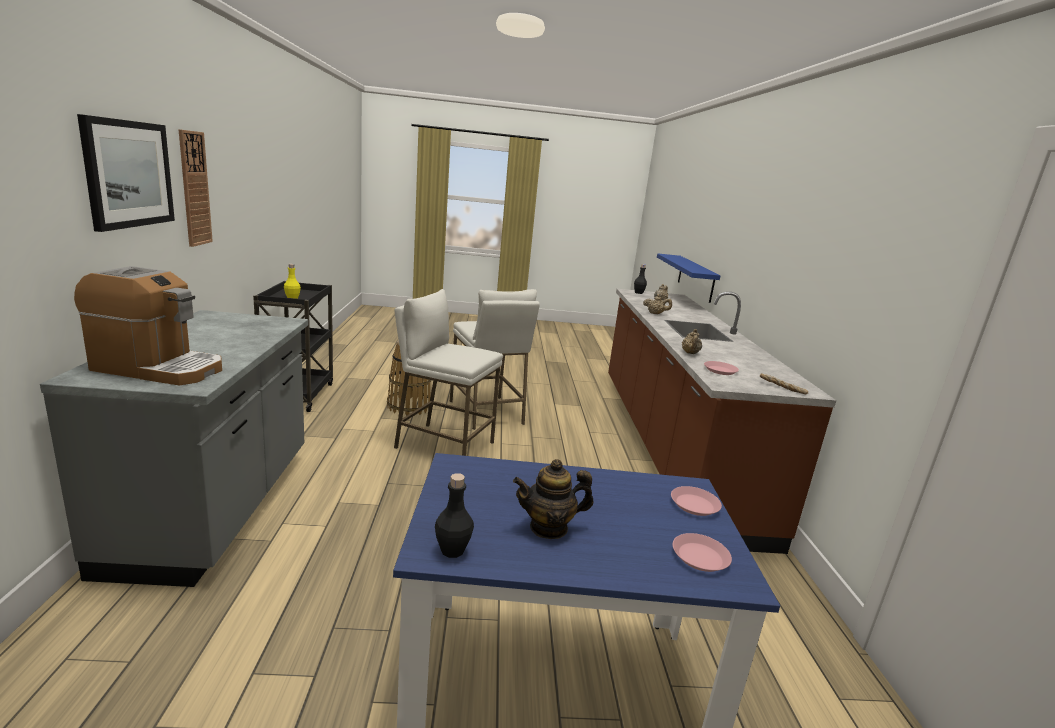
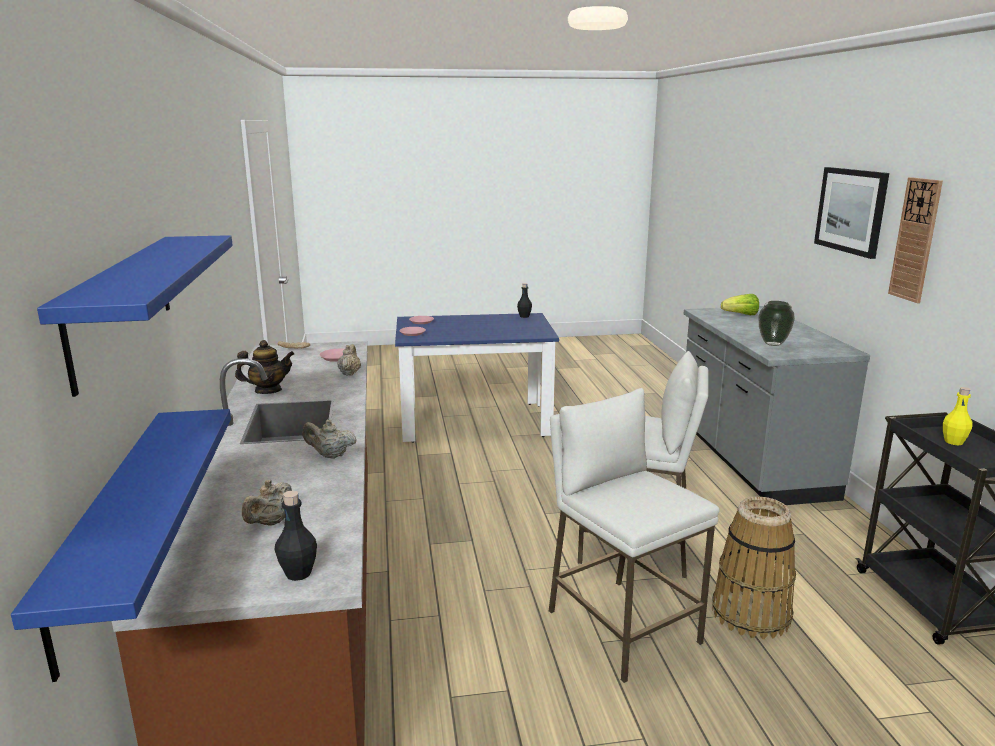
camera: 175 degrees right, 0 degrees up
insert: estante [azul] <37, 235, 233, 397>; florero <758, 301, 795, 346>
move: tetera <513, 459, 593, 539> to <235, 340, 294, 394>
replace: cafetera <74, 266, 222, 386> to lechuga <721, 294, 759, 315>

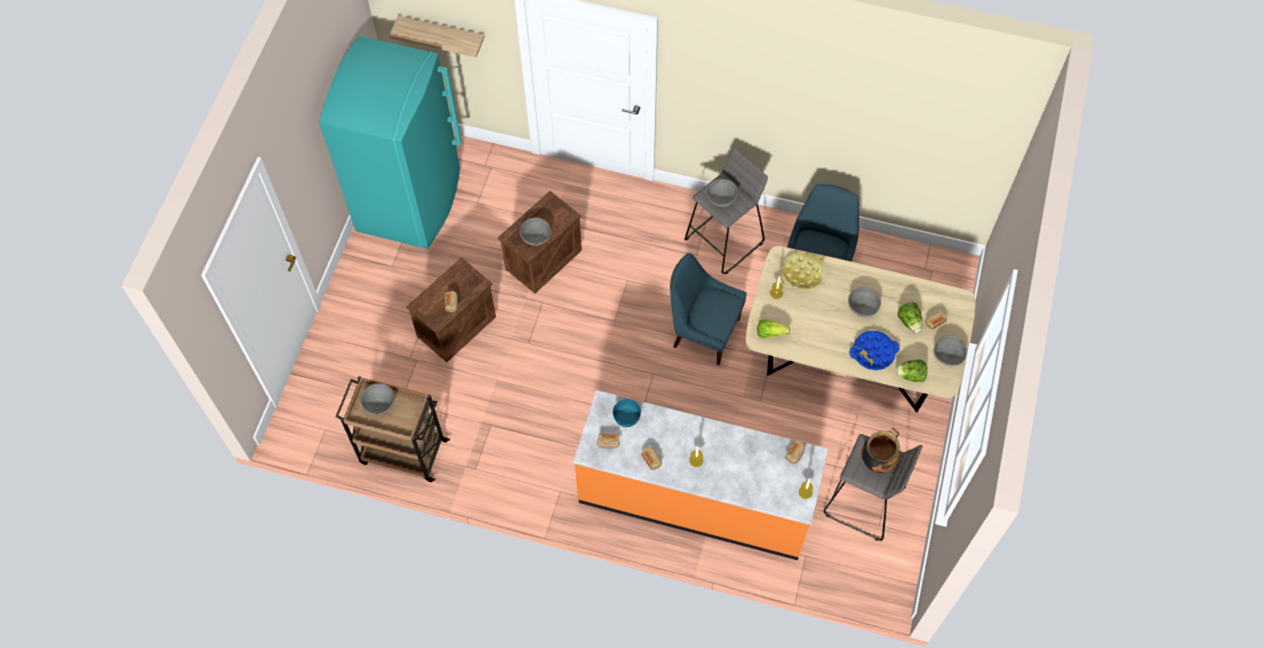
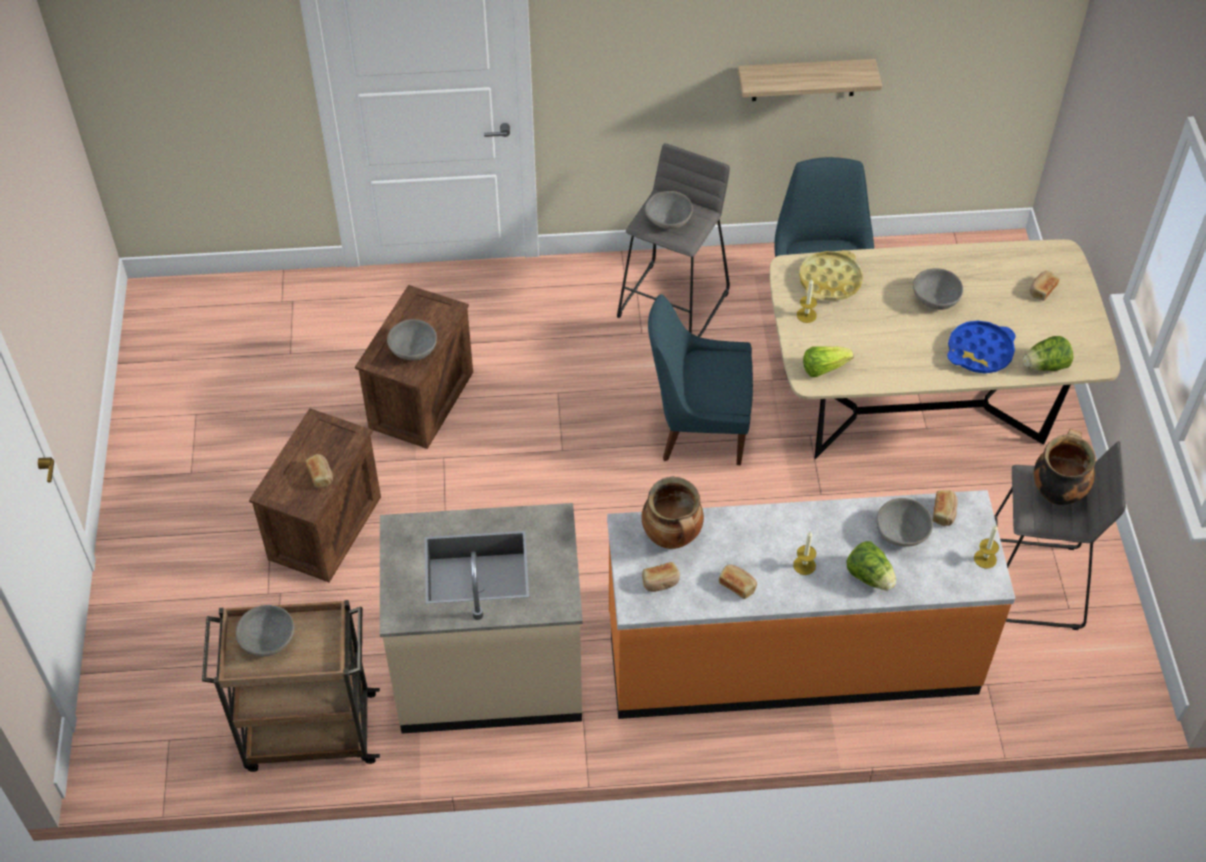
camera: 20 degrees left, 10 degrees down
delete: nevera [turquesa] <319, 36, 462, 249>
insert: mueble bajo de cocina [beis] <380, 503, 583, 734>
move: estante <389, 16, 485, 57> to <738, 59, 882, 101>; lechuga <898, 302, 922, 333> to <847, 541, 896, 590>; cuenco [gris] <934, 335, 967, 366> to <876, 498, 933, 546>
replace: cuenco [turquesa] <613, 399, 641, 427> to olla <641, 477, 704, 549>

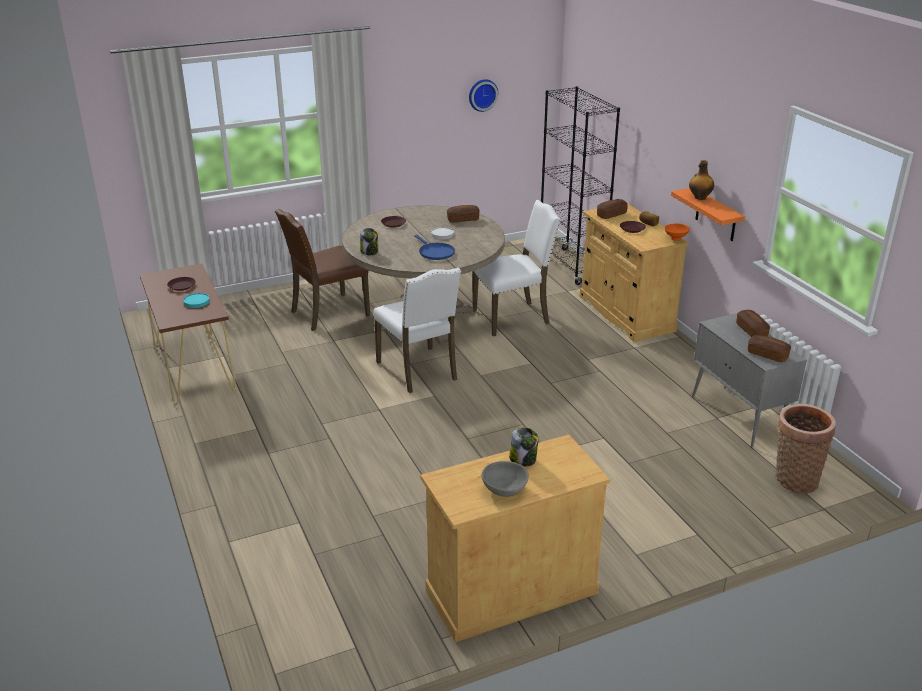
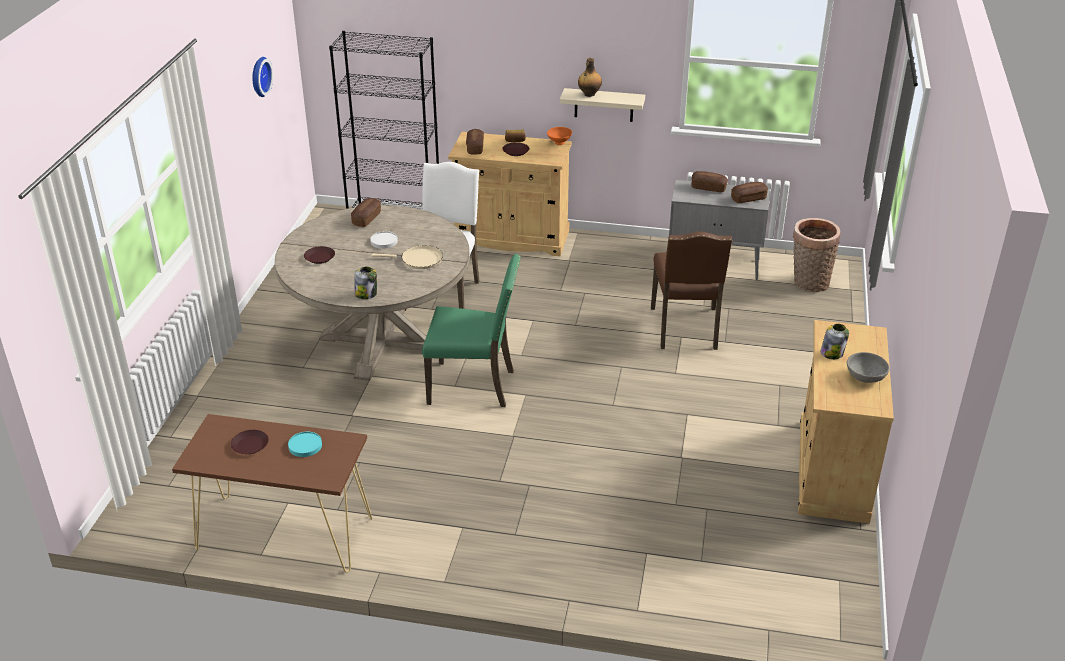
camera: 55 degrees left, 5 degrees up
move: silla [marrón] <275, 209, 370, 331> to <651, 232, 732, 350>
recolor: silla [blanco] <373, 268, 461, 393> to silla [verde] <422, 254, 521, 407>; sartén [azul] <415, 235, 455, 260> to sartén [beis] <371, 245, 443, 269>; estante [naranja] <671, 188, 745, 241> to estante [beis] <560, 88, 645, 122>

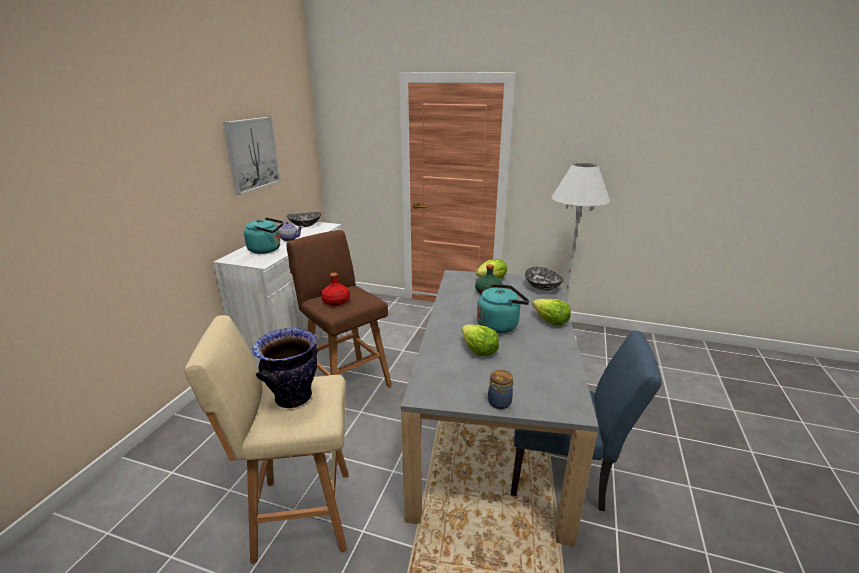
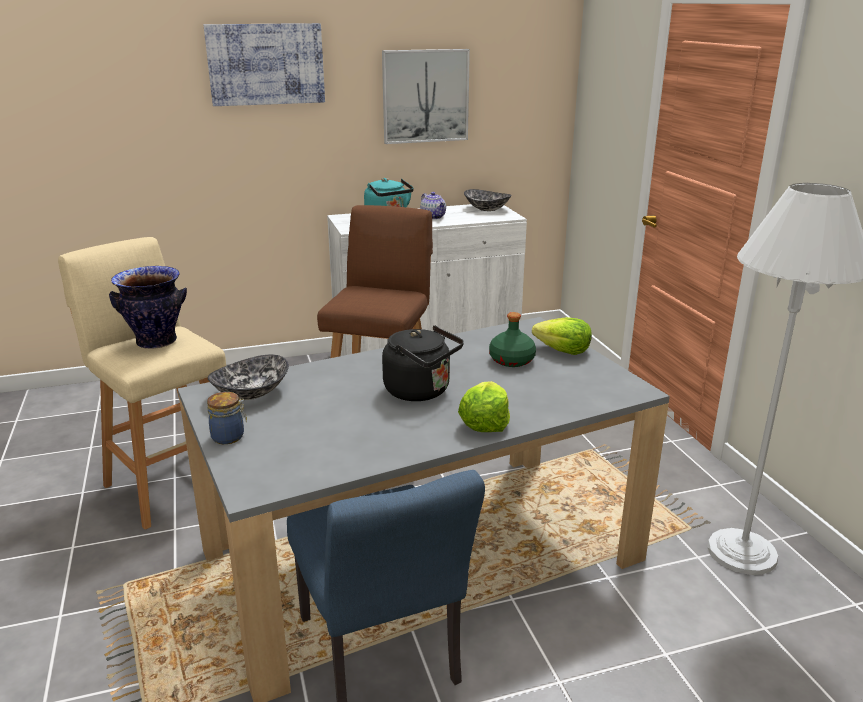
camera: 55 degrees right, 0 degrees up
delete: botella [rojo] <321, 273, 350, 306>; lechuga <462, 325, 499, 356>
insert: cuadro <204, 23, 325, 106>
move: cuenco <525, 267, 564, 291> to <208, 355, 289, 400>
recolor: hervidor [turquesa] <477, 284, 529, 333> to hervidor [negro] <382, 325, 464, 401>

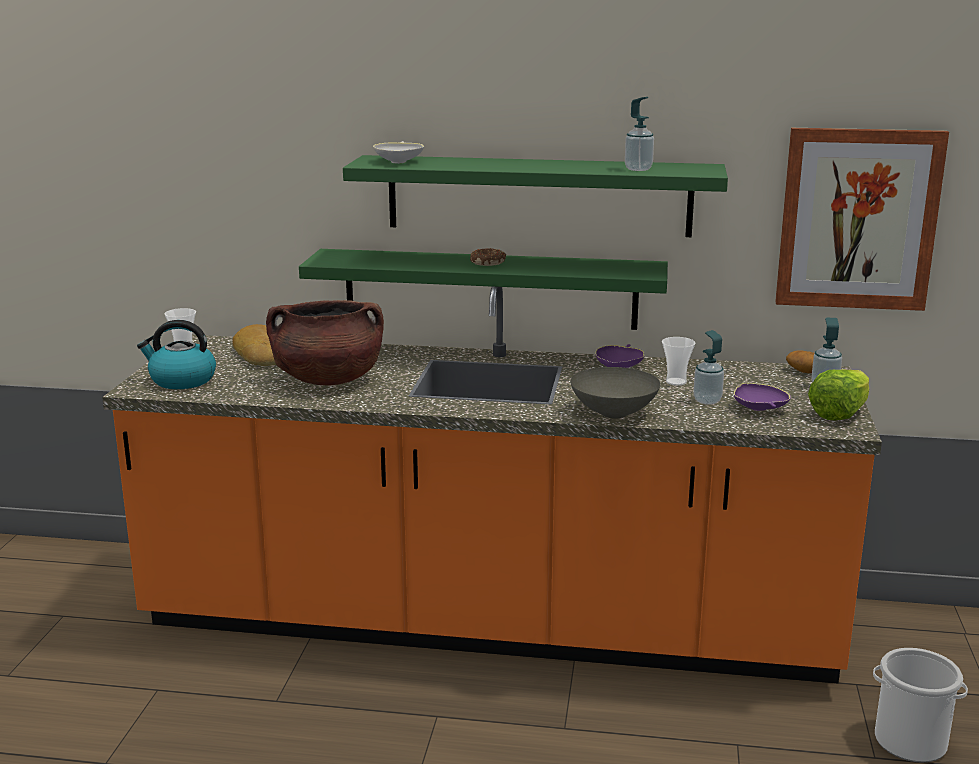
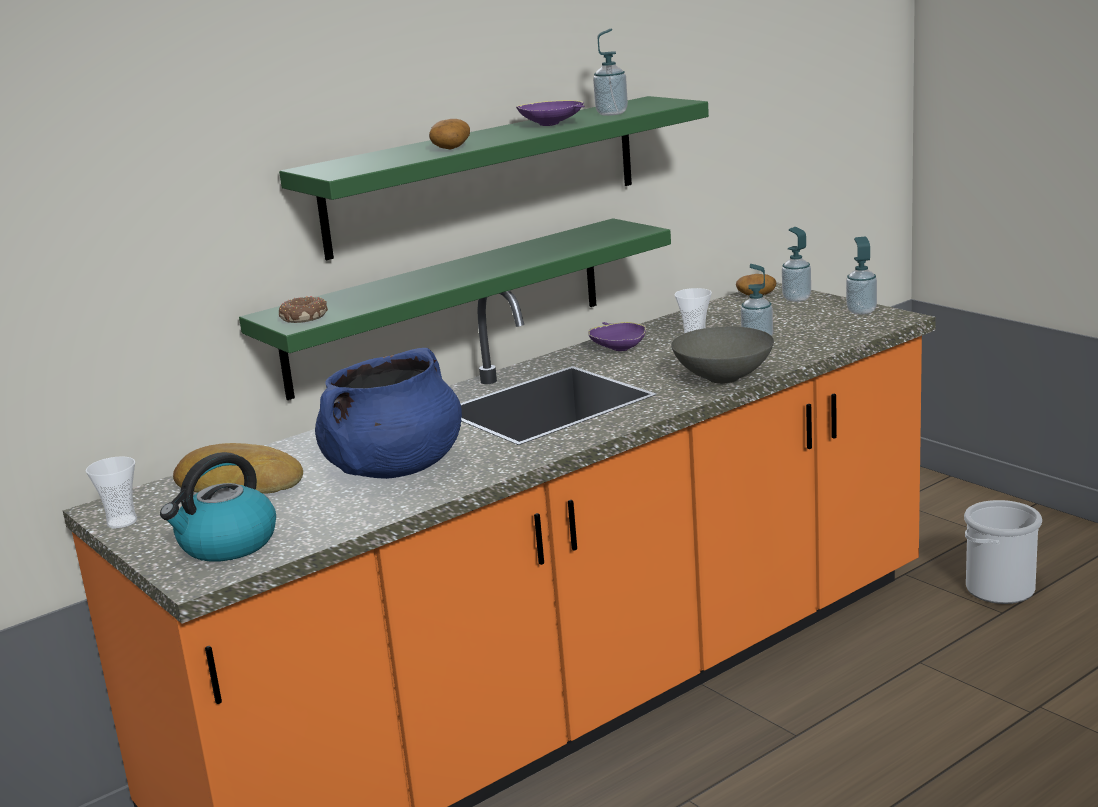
camera: 45 degrees left, 0 degrees up
delete: cuenco [blanco] <373, 141, 424, 164>; cuadro <775, 128, 949, 311>
insert: patata <429, 119, 470, 150>
move: rosquilla <470, 248, 506, 266> to <279, 296, 328, 323>; cuenco [morado] <734, 383, 790, 411> to <516, 100, 585, 126>
replace: lechuga <808, 370, 869, 420> to dispensador de jabón <846, 237, 877, 315>
recolor: olla [marrón] <266, 300, 384, 385> to olla [azul] <315, 348, 462, 479>

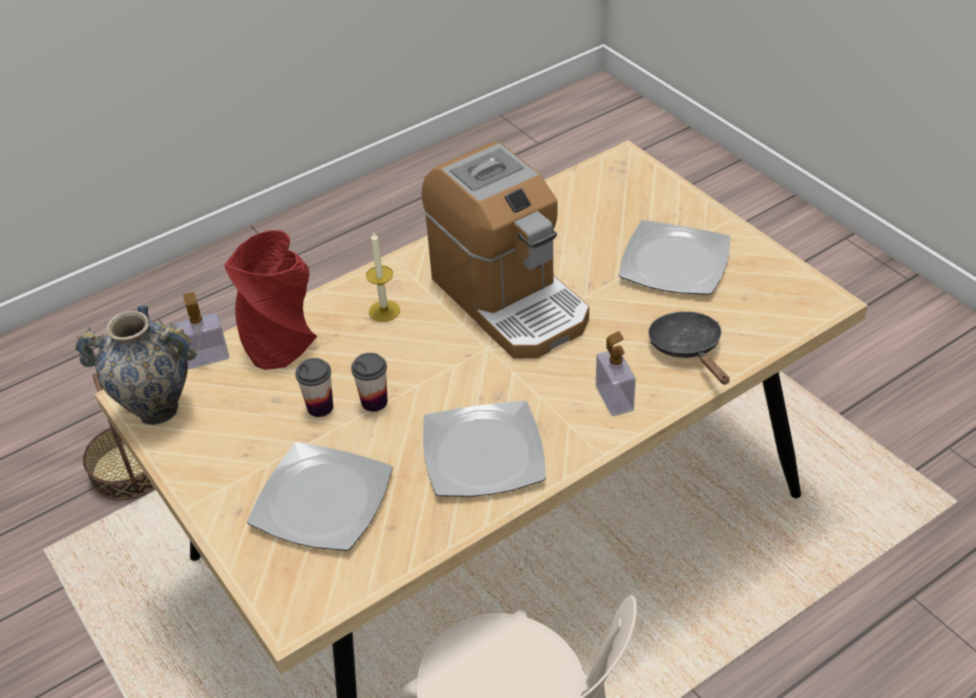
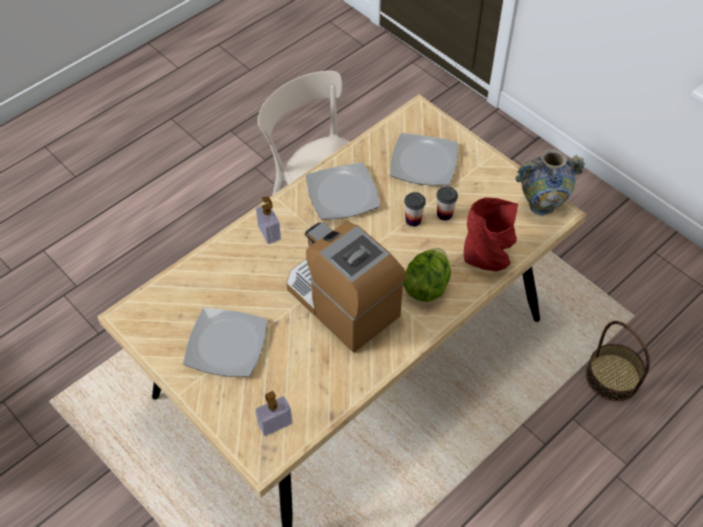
camera: 170 degrees right, 10 degrees up
delete: sartén [negro] <648, 311, 730, 385>
move: dispensador de jabón <175, 292, 229, 369> to <255, 391, 292, 436>
replace: vela <366, 231, 400, 322> to lechuga <403, 248, 451, 302>

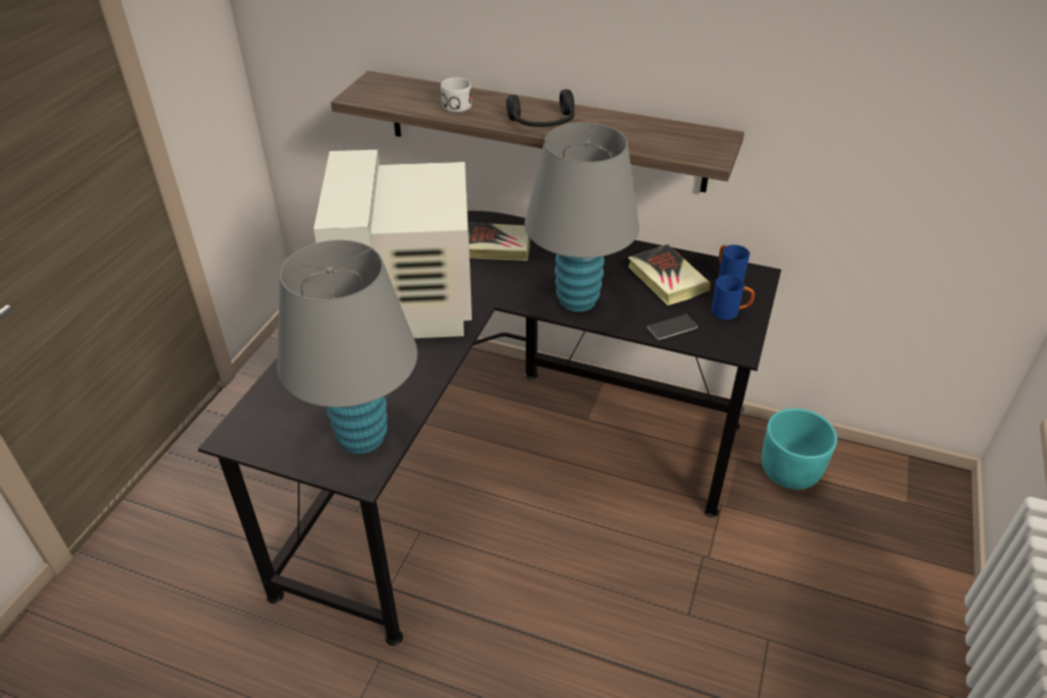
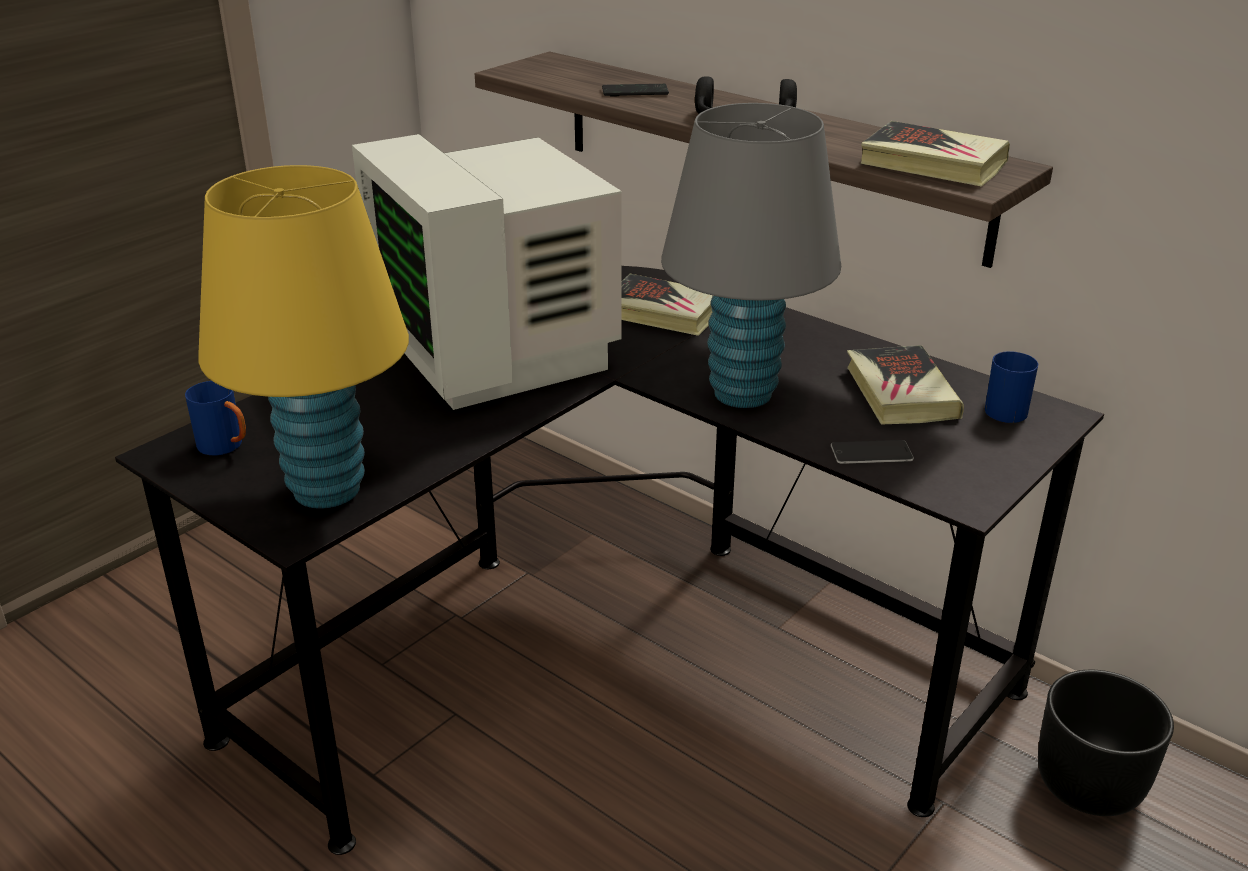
camera: 20 degrees right, 10 degrees down
insert: libro <860, 121, 1010, 187>
move: taza grande [azul] <711, 275, 755, 320> to <185, 381, 246, 455>
replace: taza grande [blanco] <441, 78, 472, 113> to móvil <602, 84, 669, 97>
recolor: lámpara de mesa [gris] <277, 240, 418, 454> to lámpara de mesa [amarillo] <198, 165, 409, 509>; maceta [turquesa] <762, 408, 837, 490> to maceta [negro] <1038, 670, 1174, 816>
rotate: monitor <314, 150, 472, 338> = <352, 134, 622, 410> 45 degrees counterclockwise

